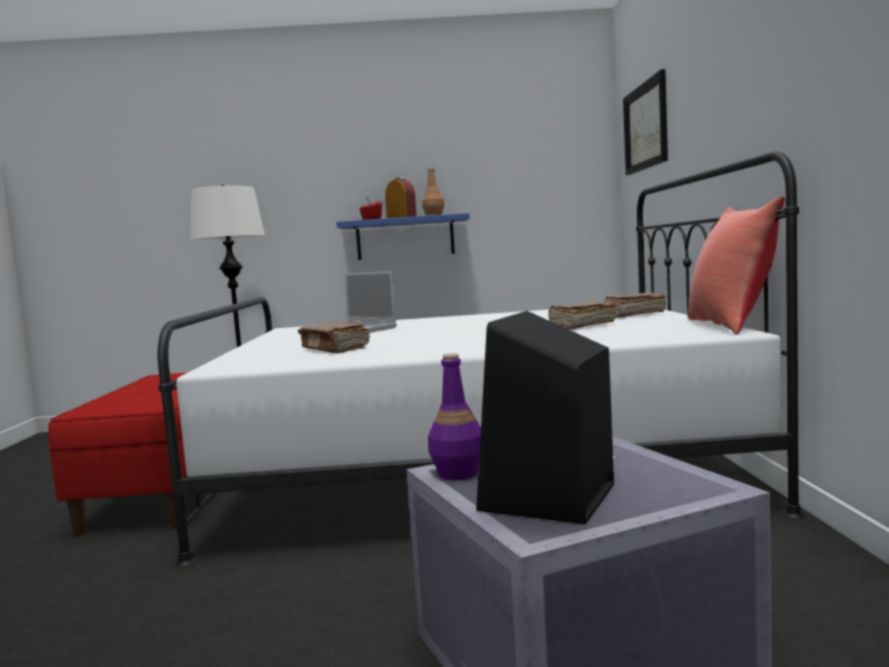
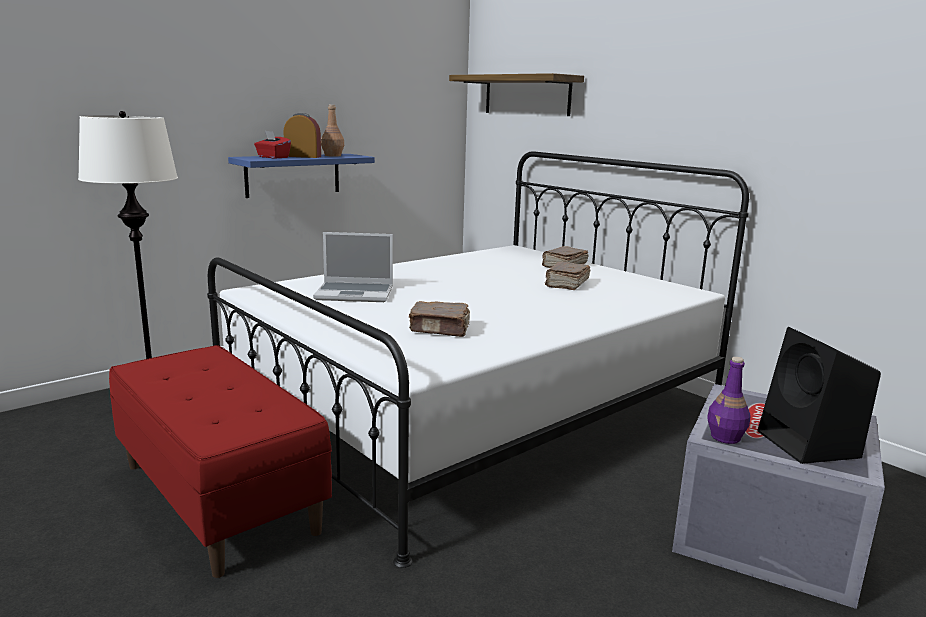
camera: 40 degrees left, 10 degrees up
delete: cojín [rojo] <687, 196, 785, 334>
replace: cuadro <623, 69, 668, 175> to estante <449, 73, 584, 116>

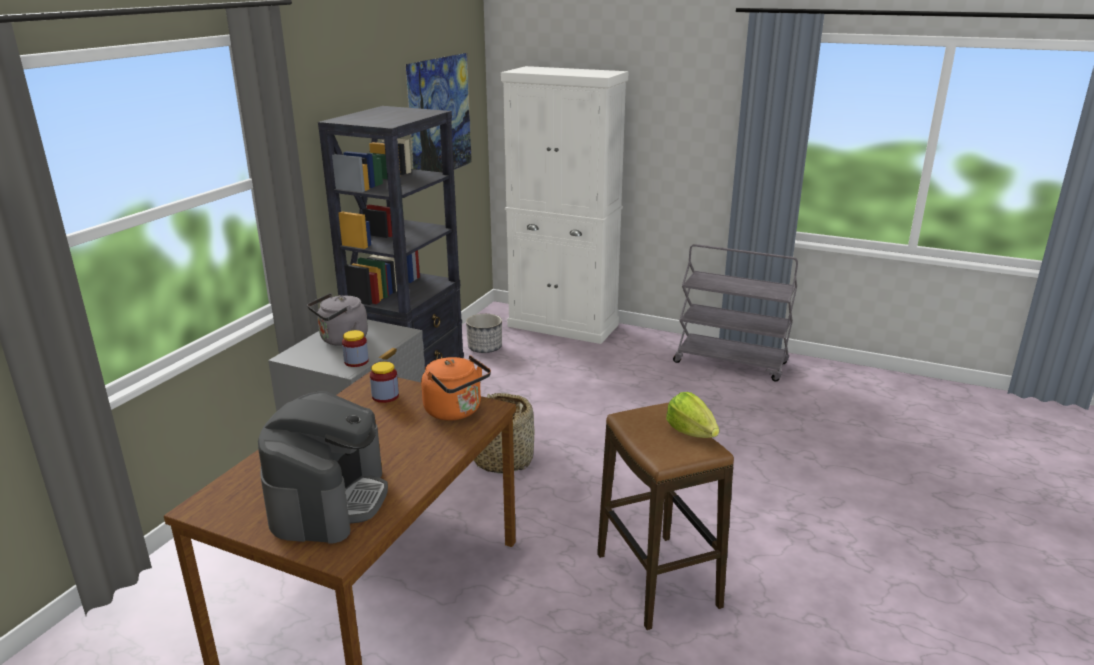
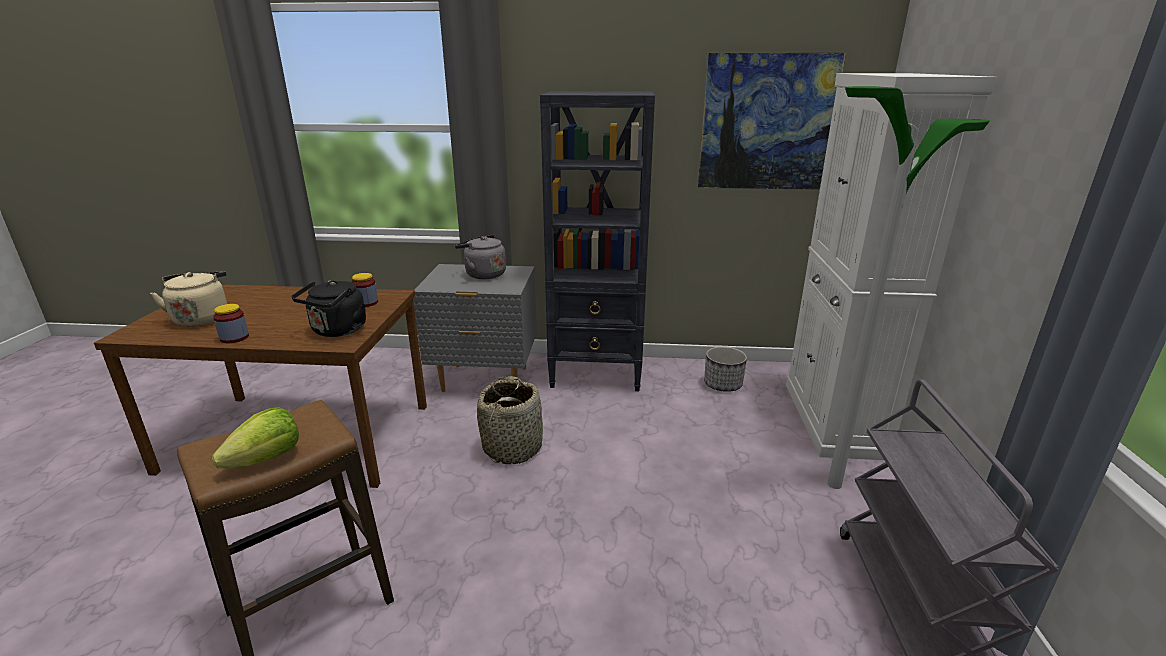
camera: 70 degrees right, 0 degrees up
insert: lámpara de pie <827, 86, 990, 489>
move: tarro <342, 330, 369, 367> to <213, 304, 249, 343>
replace: cafetera <258, 391, 388, 544> to hervidor [beis] <150, 271, 227, 327>
recolor: hervidor [naranja] <421, 355, 491, 421> to hervidor [negro] <291, 280, 366, 337>

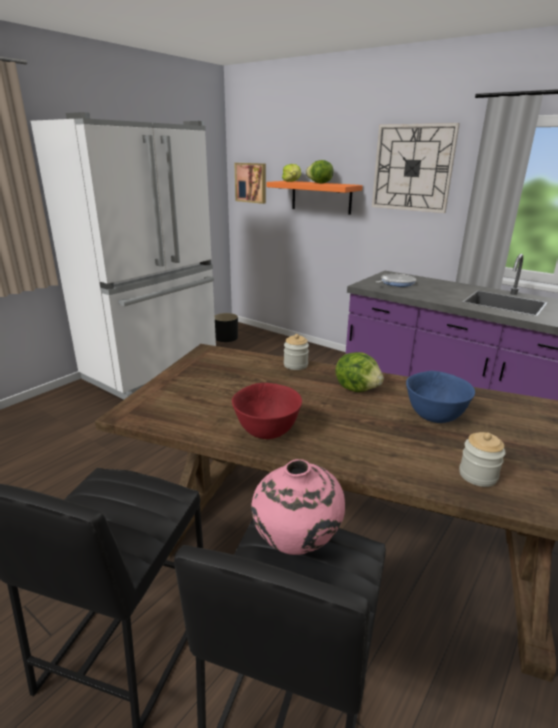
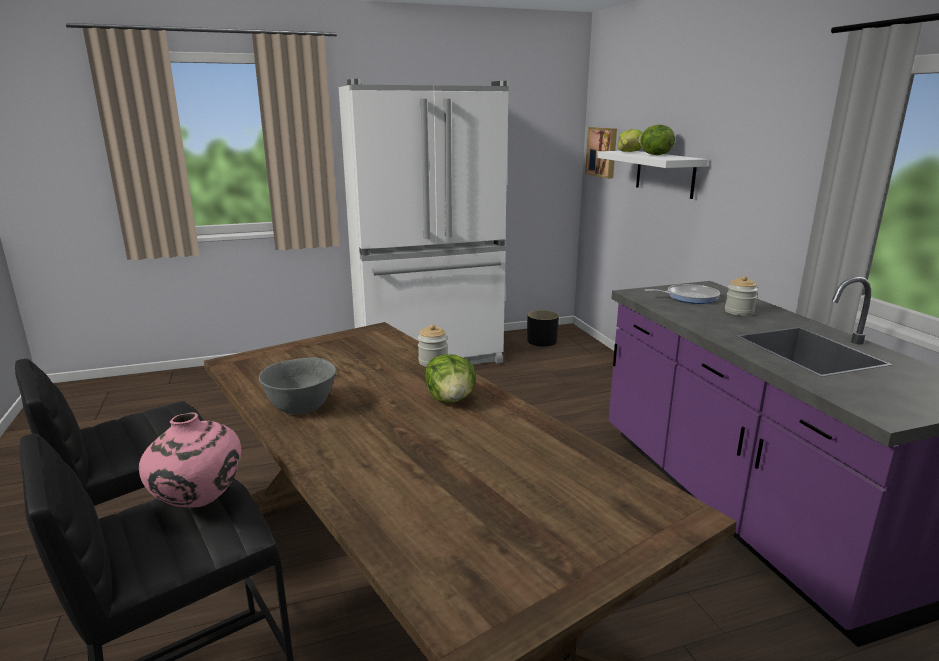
camera: 35 degrees right, 5 degrees down
delete: reloj de pared <372, 123, 460, 213>; cuenco [azul] <406, 371, 475, 423>
move: tarro <459, 432, 506, 487> to <725, 276, 758, 316>
recolor: cuenco [rojo] <232, 383, 302, 439> to cuenco [gris] <259, 357, 336, 415>; estante [naranja] <266, 181, 363, 215> to estante [blanco] <597, 151, 708, 199>

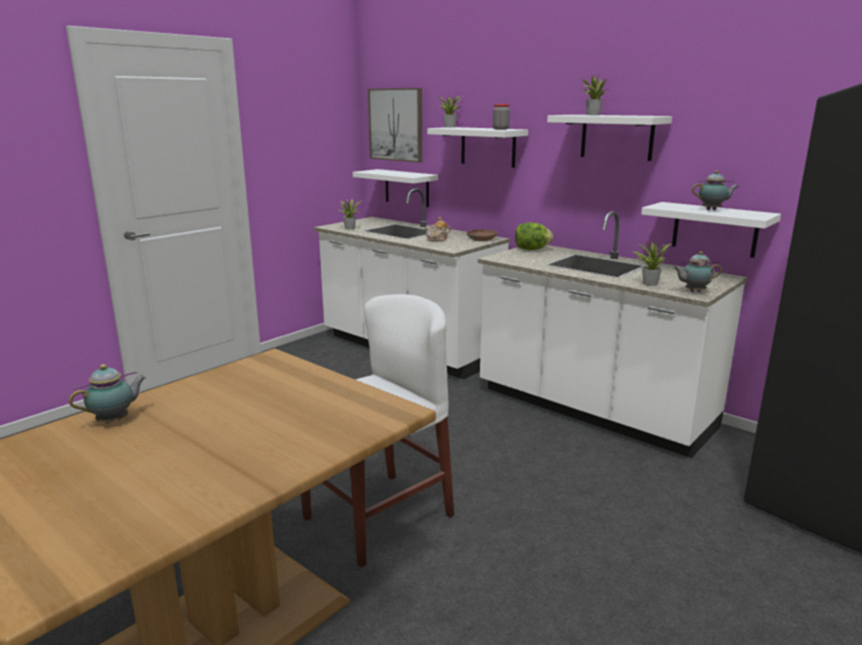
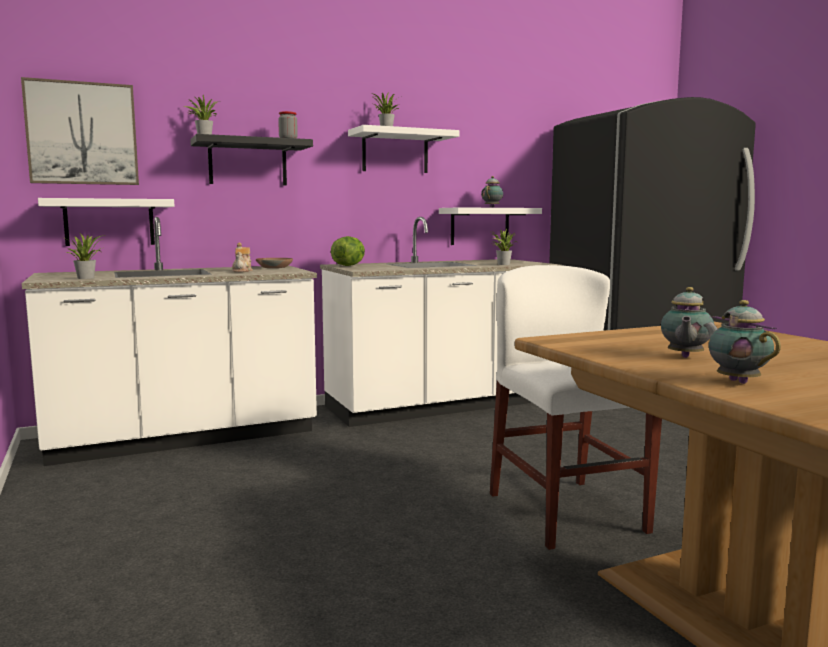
camera: 65 degrees left, 10 degrees down
move: tetera <673, 251, 722, 292> to <661, 287, 714, 358>
recolor: estante [blanco] <427, 127, 528, 168> to estante [negro] <190, 134, 313, 185>

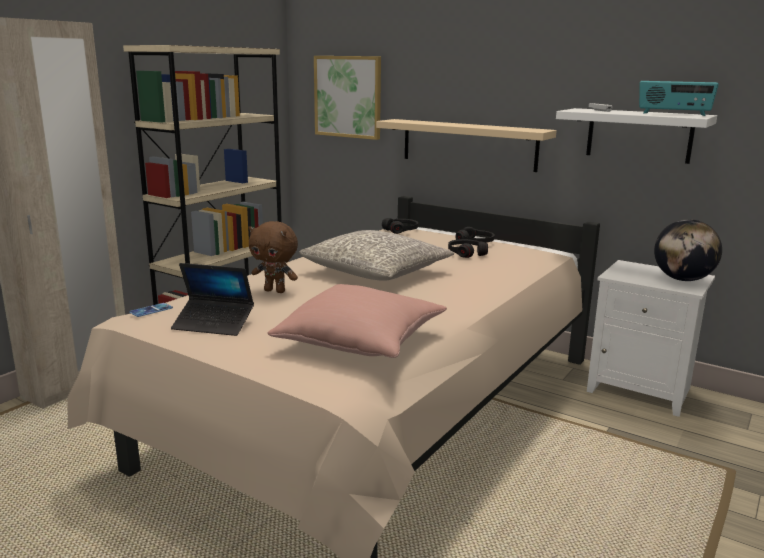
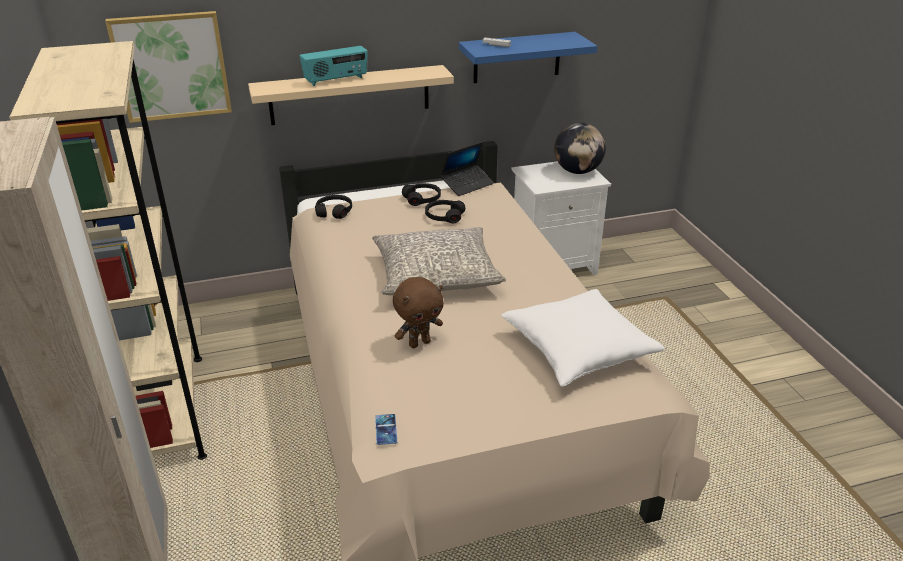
camera: 50 degrees left, 15 degrees up
move: portátil <171, 263, 254, 336> to <440, 142, 494, 196>; radio <639, 81, 719, 116> to <300, 46, 368, 86>
recolor: cojín [rosa] <268, 284, 447, 358> to cojín [blanco] <501, 289, 665, 387>; estante [blanco] <556, 108, 717, 164> to estante [azul] <459, 32, 597, 83>

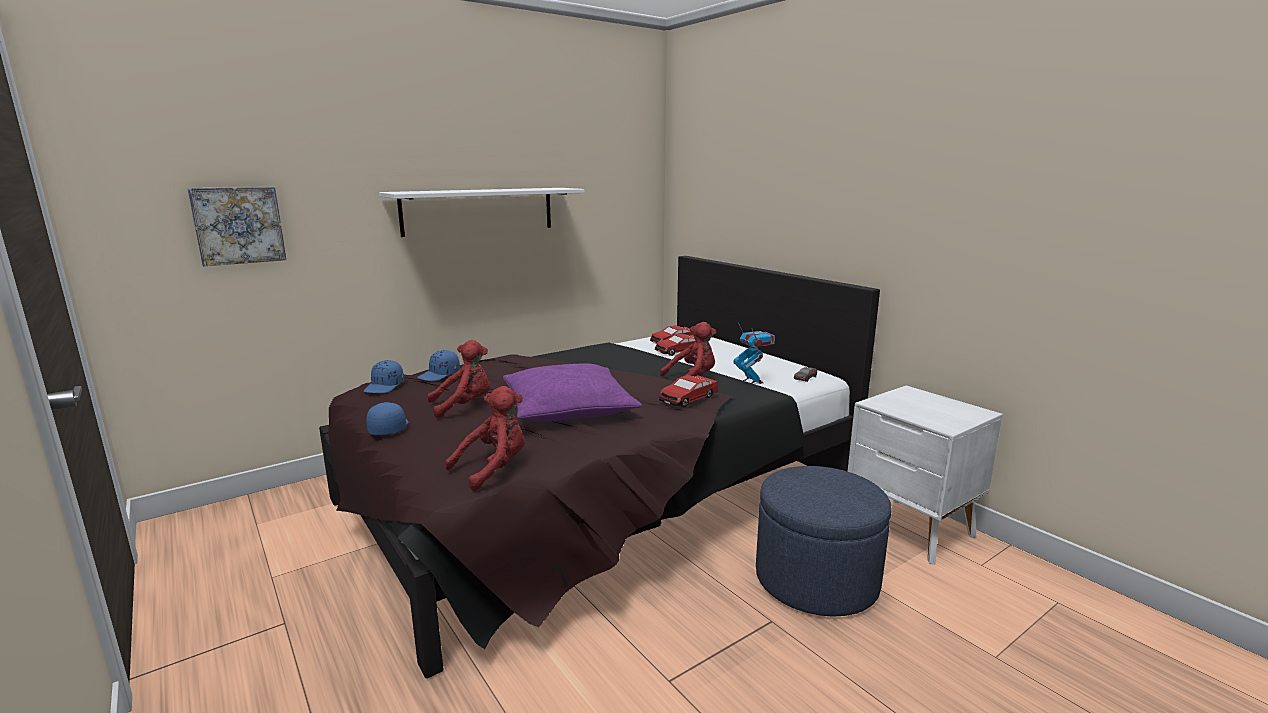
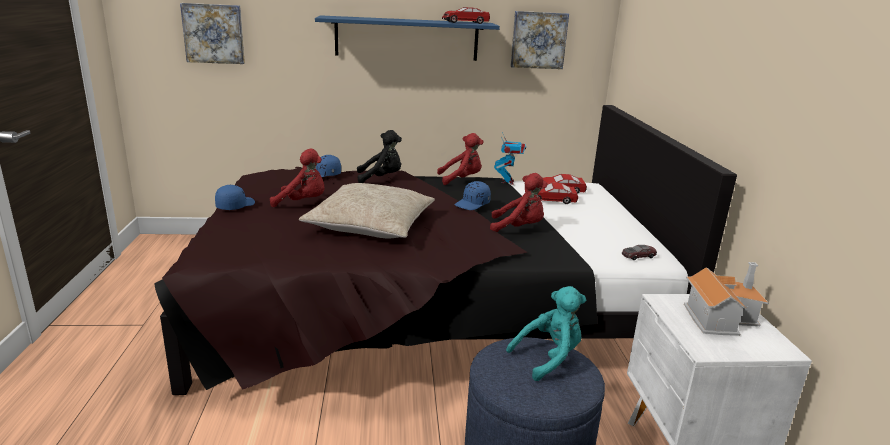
camera: 30 degrees right, 5 degrees up
insert: peluche [negro] <357, 130, 402, 183>; peluche [turquesa] <506, 286, 586, 381>; cuadro <510, 11, 569, 69>; casita <684, 262, 769, 336>
move: gorra [azul] <363, 360, 404, 393> to <455, 181, 491, 210>; peluche [rojo] <445, 386, 525, 491> to <437, 133, 483, 185>; coche de juguete <659, 375, 718, 407> to <442, 7, 490, 24>; robot de juguete <733, 322, 775, 384> to <494, 132, 526, 185>
recolor: estante [blanco] <379, 188, 585, 237> to estante [azul] <315, 15, 500, 61>; cojín [morado] <503, 363, 642, 422> to cojín [beis] <299, 183, 435, 239>

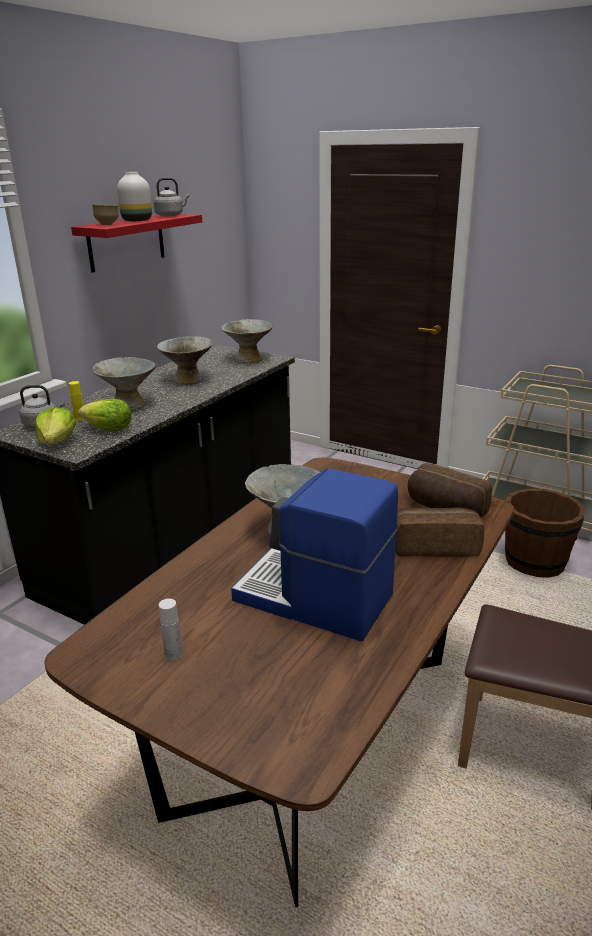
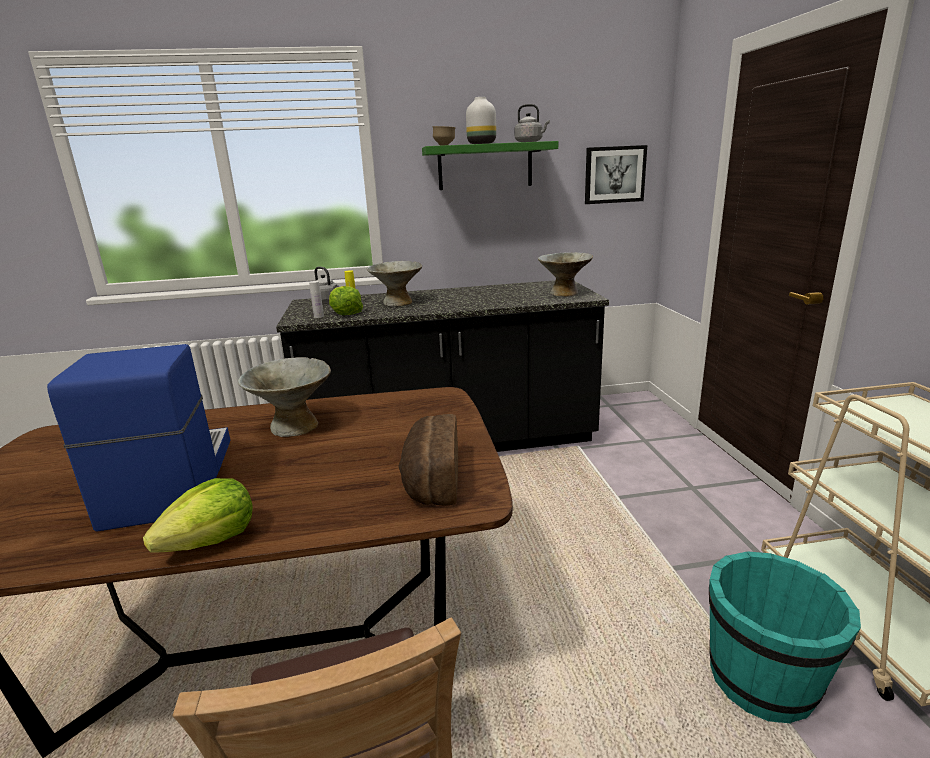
camera: 50 degrees right, 5 degrees down
delete: cuenco [gris] <157, 336, 213, 385>; pan <395, 507, 485, 557>
insert: cuadro <585, 145, 647, 204>
move: lechuga <36, 407, 76, 445> to <143, 478, 253, 552>; botella [blanco] <159, 598, 182, 661> to <309, 281, 324, 318>
recolor: estante [rojo] <71, 214, 202, 273> to estante [verde] <422, 141, 558, 190>; cubo [marrón] <505, 488, 586, 578> to cubo [turquesa] <709, 551, 861, 723>

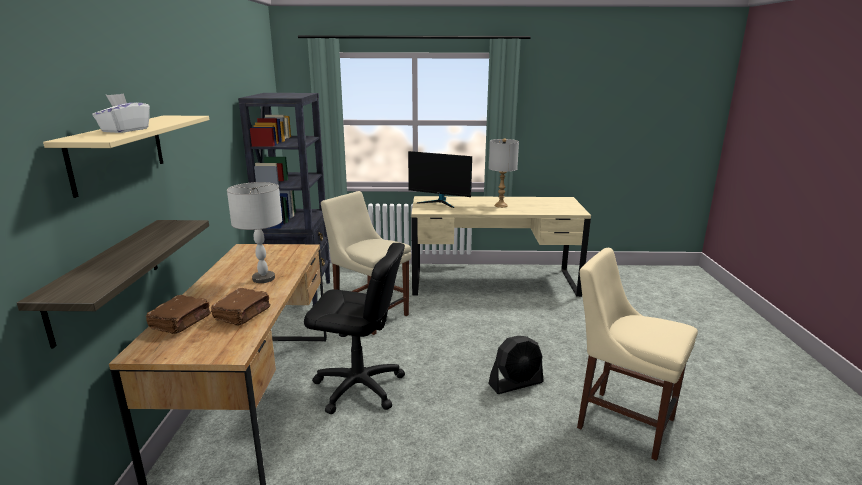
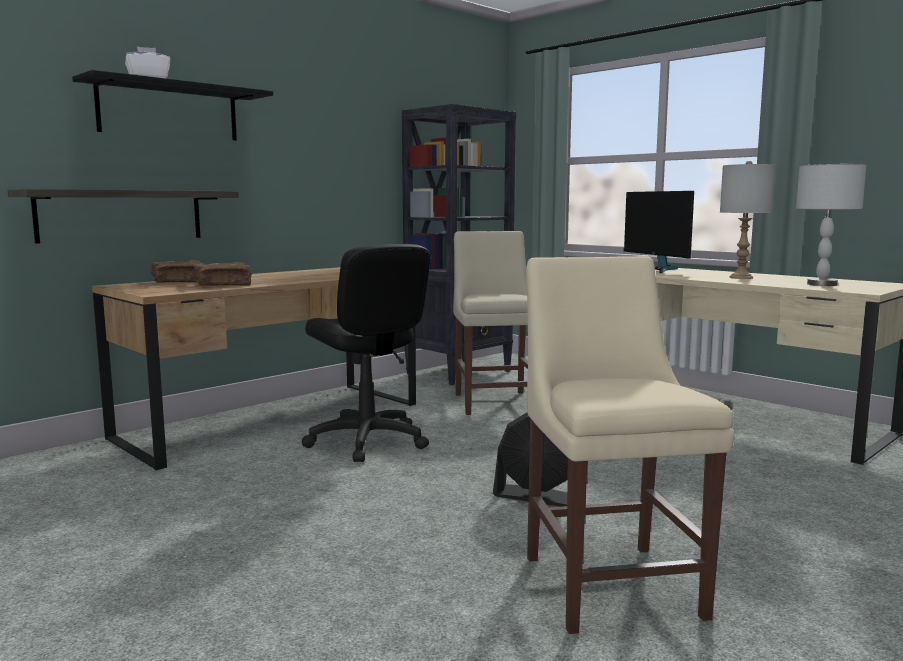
camera: 45 degrees right, 10 degrees down
move: lámpara de mesa [gris] <227, 182, 282, 283> to <796, 164, 866, 286>
recolor: estante [beis] <43, 116, 210, 198> to estante [negro] <72, 70, 273, 141>

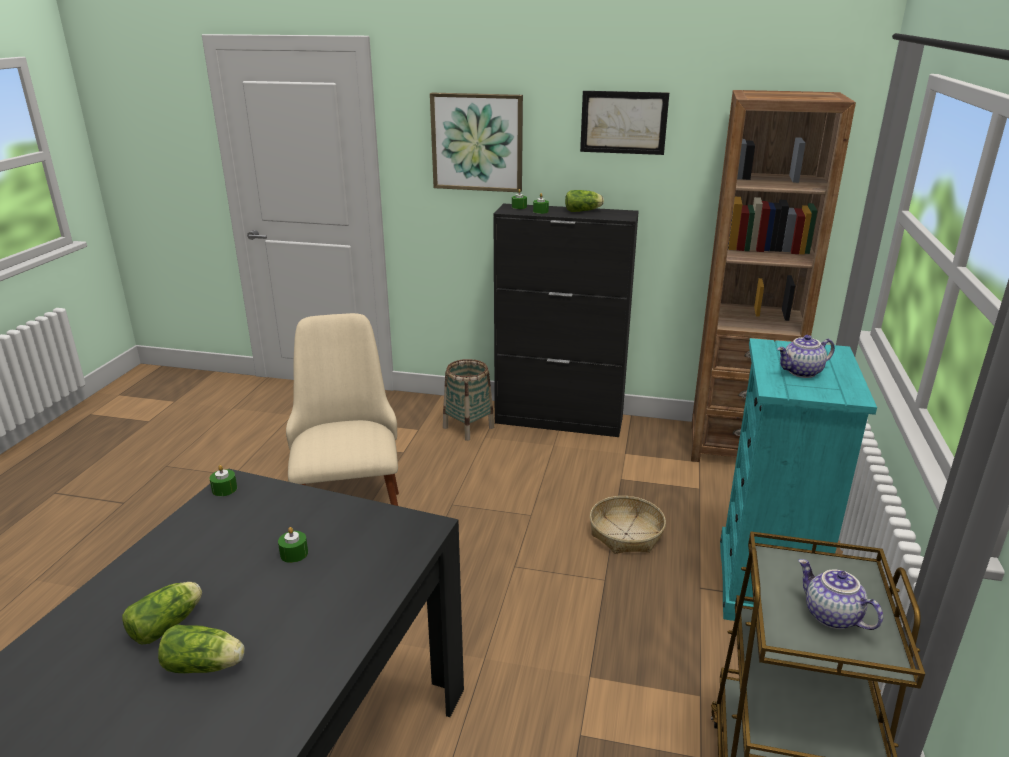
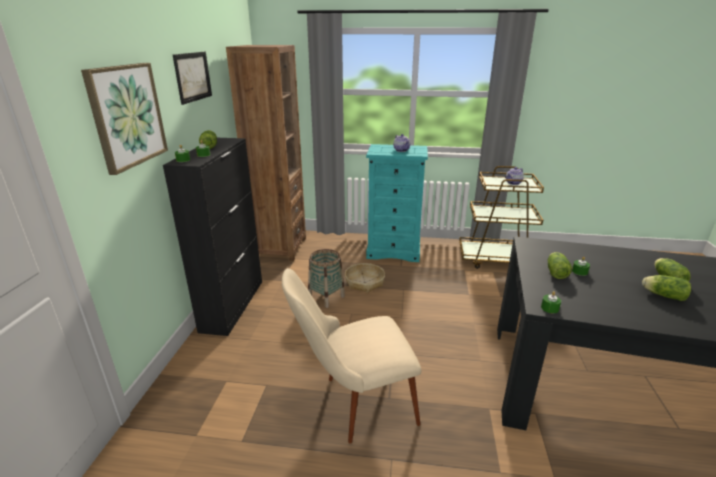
camera: 95 degrees left, 0 degrees up
insert: lechuga <548, 252, 572, 279>
move: cesta <443, 359, 494, 441> to <308, 249, 345, 308>

